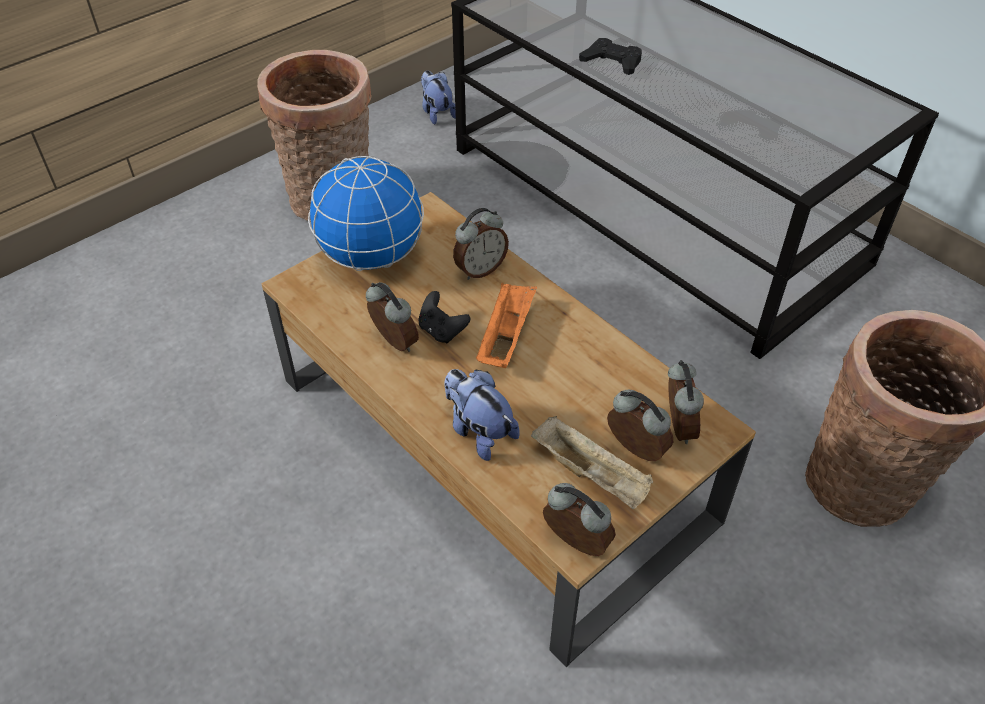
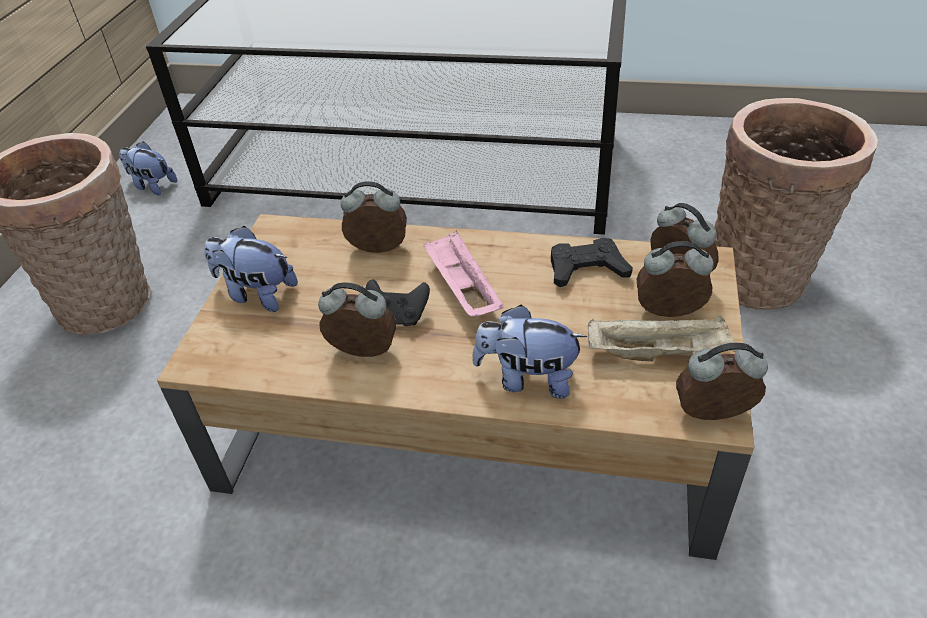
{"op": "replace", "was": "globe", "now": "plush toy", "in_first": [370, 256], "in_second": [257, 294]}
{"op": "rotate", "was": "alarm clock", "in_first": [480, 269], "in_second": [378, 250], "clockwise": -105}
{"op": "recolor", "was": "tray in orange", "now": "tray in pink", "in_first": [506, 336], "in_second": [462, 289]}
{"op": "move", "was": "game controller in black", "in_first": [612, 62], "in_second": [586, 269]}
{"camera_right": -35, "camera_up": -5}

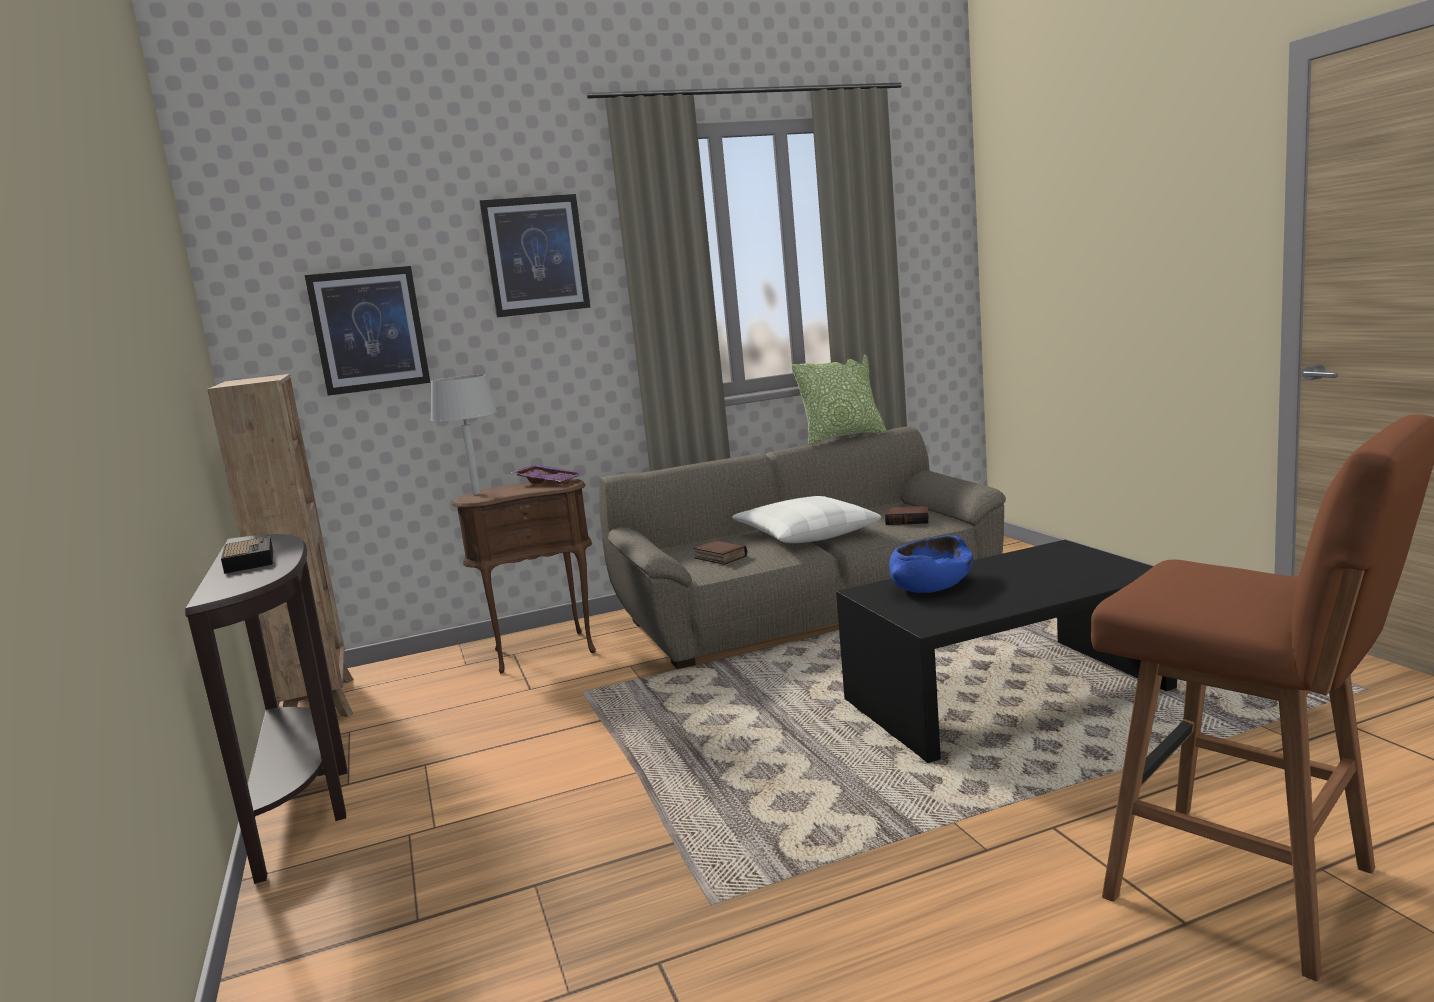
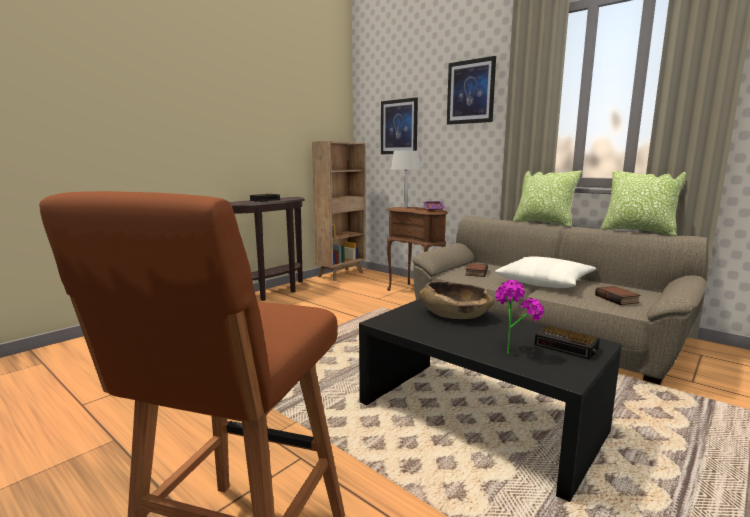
{"op": "recolor", "was": "bowl in blue", "now": "bowl in brown", "in_first": [931, 585], "in_second": [455, 315]}
{"op": "insert", "now": "potted plant", "in_second": [512, 350]}
{"op": "insert", "now": "pillow", "in_second": [543, 223]}
{"op": "insert", "now": "alarm clock", "in_second": [567, 347]}
{"camera_right": 60, "camera_up": 0}

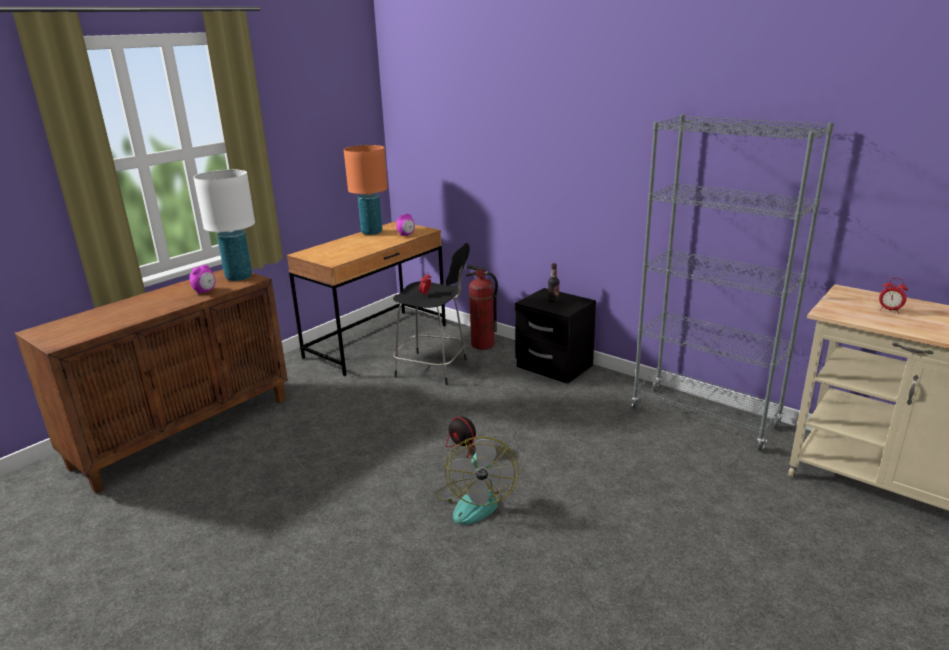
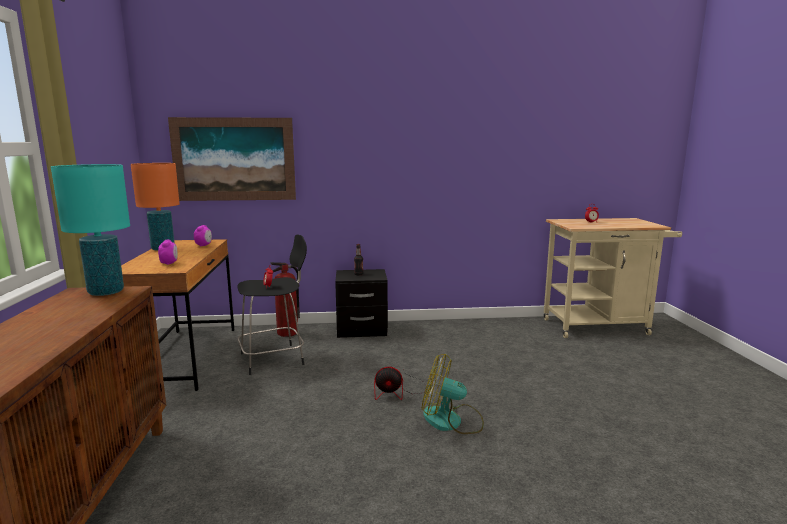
{"op": "recolor", "was": "table lamp in white", "now": "table lamp in turquoise", "in_first": [239, 277], "in_second": [106, 292]}
{"op": "move", "was": "alarm clock", "in_first": [205, 292], "in_second": [169, 263]}
{"op": "insert", "now": "picture", "in_second": [234, 159]}
{"op": "rotate", "was": "fan", "in_first": [475, 501], "in_second": [451, 421], "clockwise": 150}
{"op": "delete", "was": "bookcase in grey", "in_first": [704, 417]}
{"camera_right": -45, "camera_up": -10}

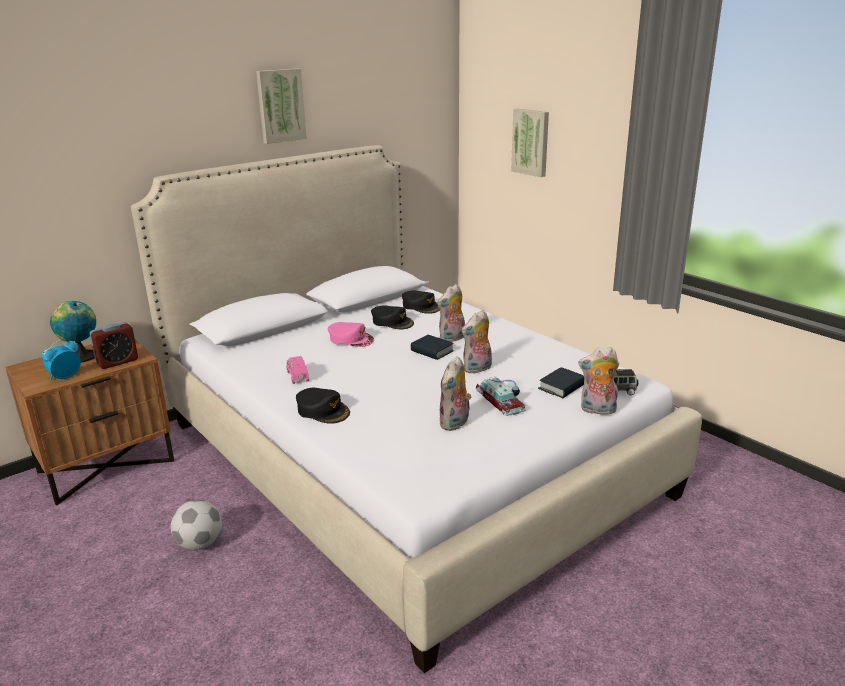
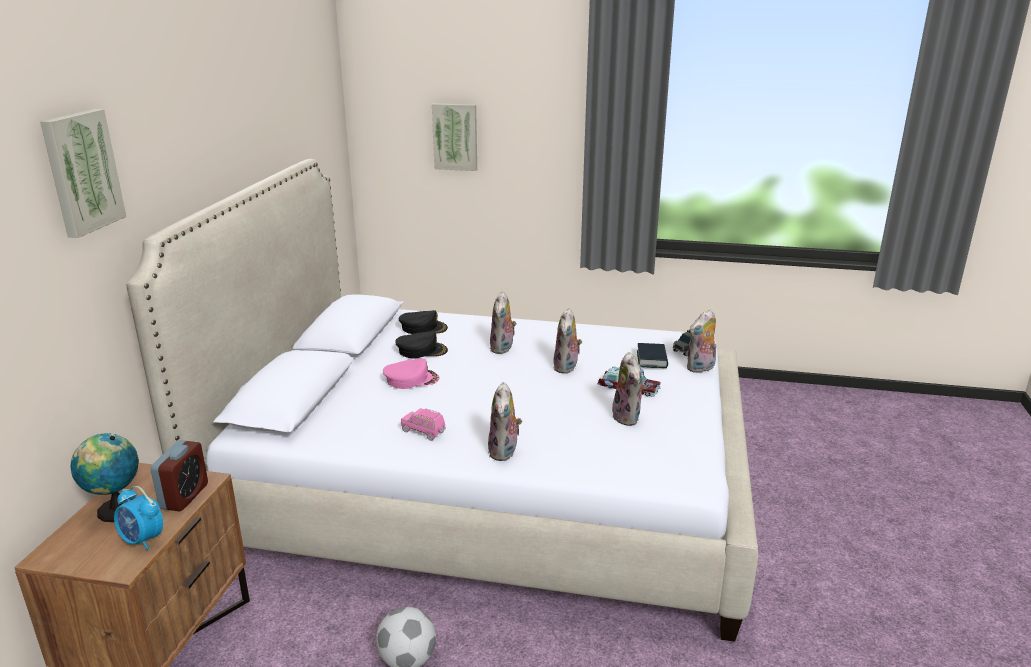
{"op": "move", "was": "picture", "in_first": [280, 105], "in_second": [81, 172]}
{"op": "rotate", "was": "alarm clock", "in_first": [65, 377], "in_second": [143, 540], "clockwise": -60}
{"op": "replace", "was": "cap in black", "now": "plush toy", "in_first": [323, 410], "in_second": [505, 452]}
{"op": "delete", "was": "book", "in_first": [432, 351]}
{"camera_right": -40, "camera_up": 0}

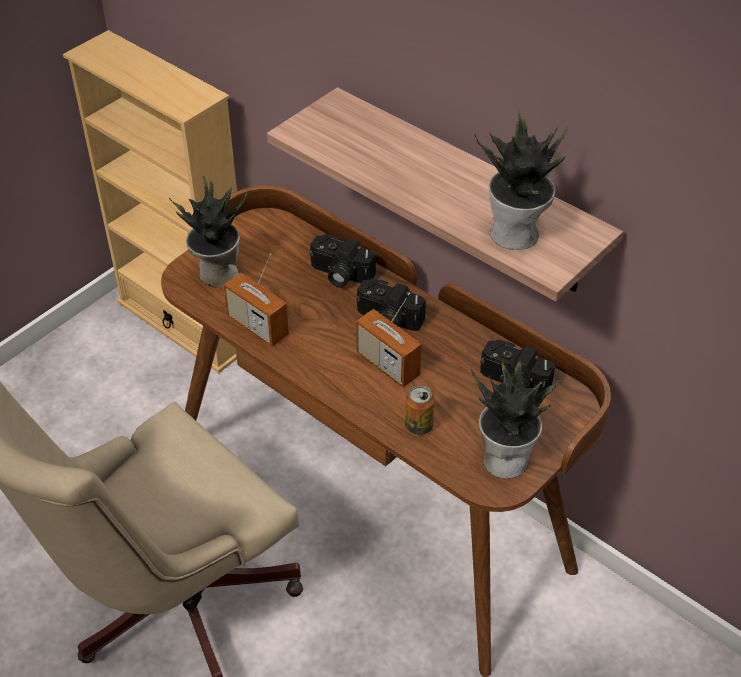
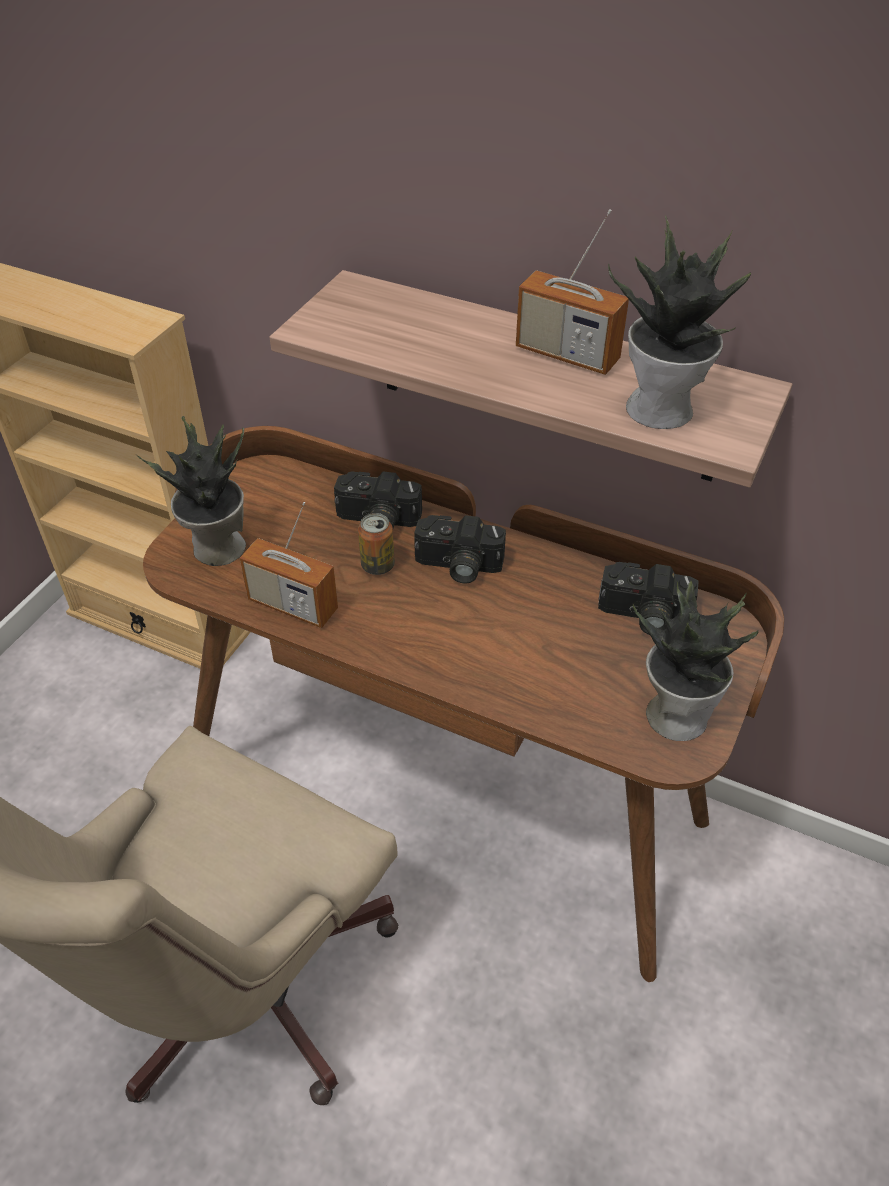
{"op": "move", "was": "can", "in_first": [419, 426], "in_second": [377, 565]}
{"op": "move", "was": "radio", "in_first": [387, 364], "in_second": [567, 354]}
{"camera_right": -15, "camera_up": 0}

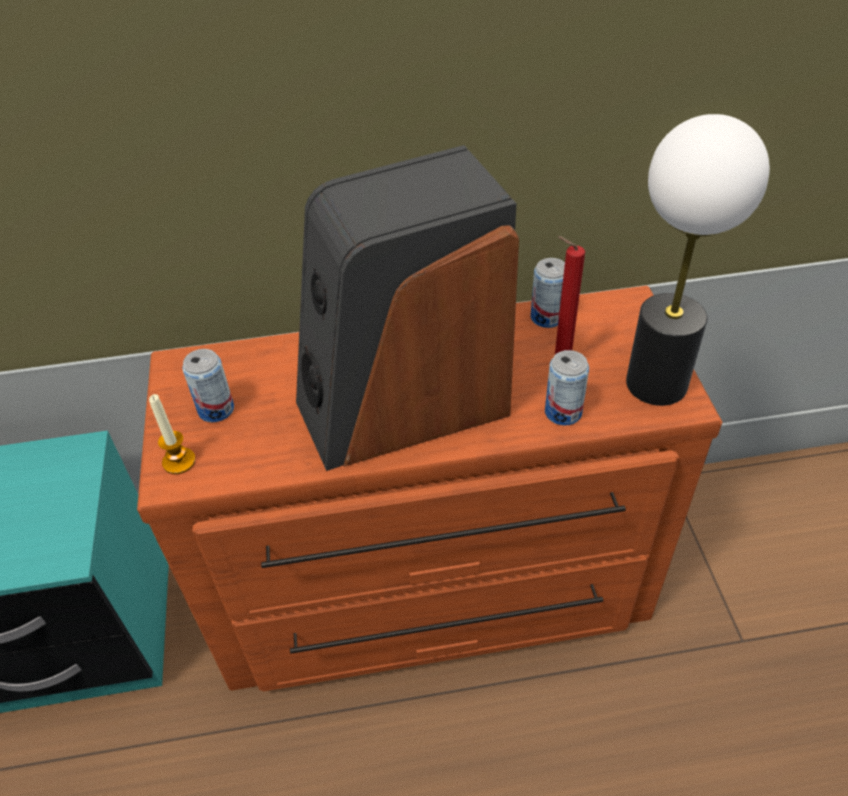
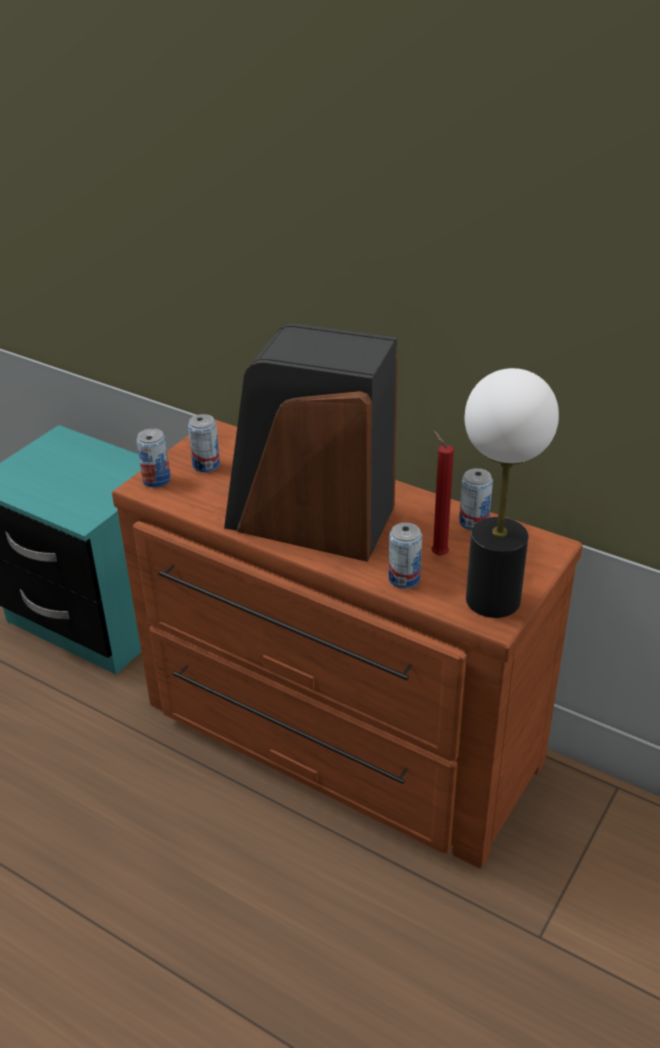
{"op": "replace", "was": "candle", "now": "can", "in_first": [179, 461], "in_second": [156, 480]}
{"camera_right": 40, "camera_up": -10}

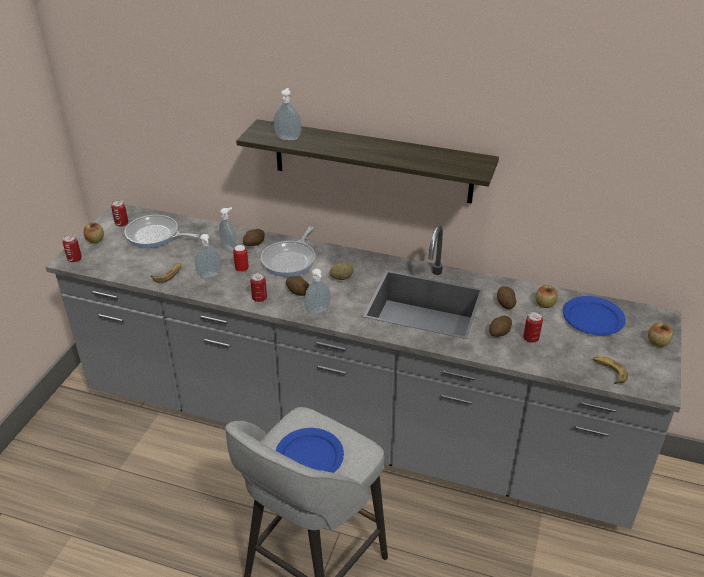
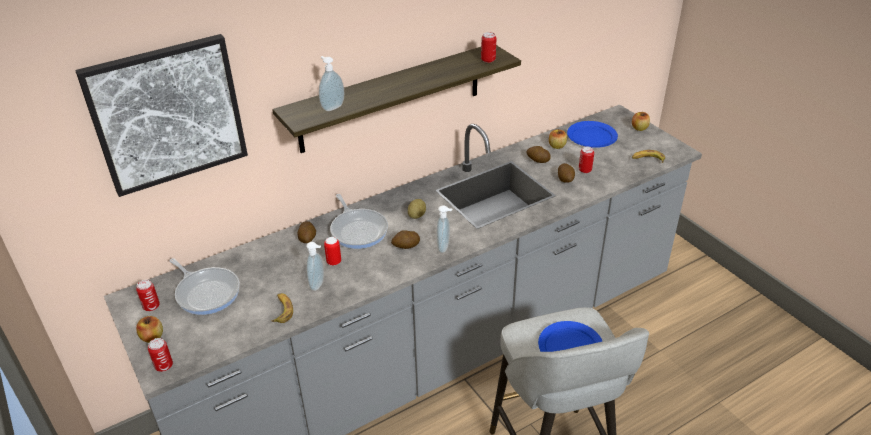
{"op": "insert", "now": "picture", "in_second": [167, 114]}
{"op": "rotate", "was": "frying pan", "in_first": [155, 235], "in_second": [206, 292], "clockwise": -105}
{"op": "move", "was": "can", "in_first": [259, 298], "in_second": [488, 60]}
{"op": "delete", "was": "soap dispenser", "in_first": [229, 248]}
{"camera_right": -50, "camera_up": 0}

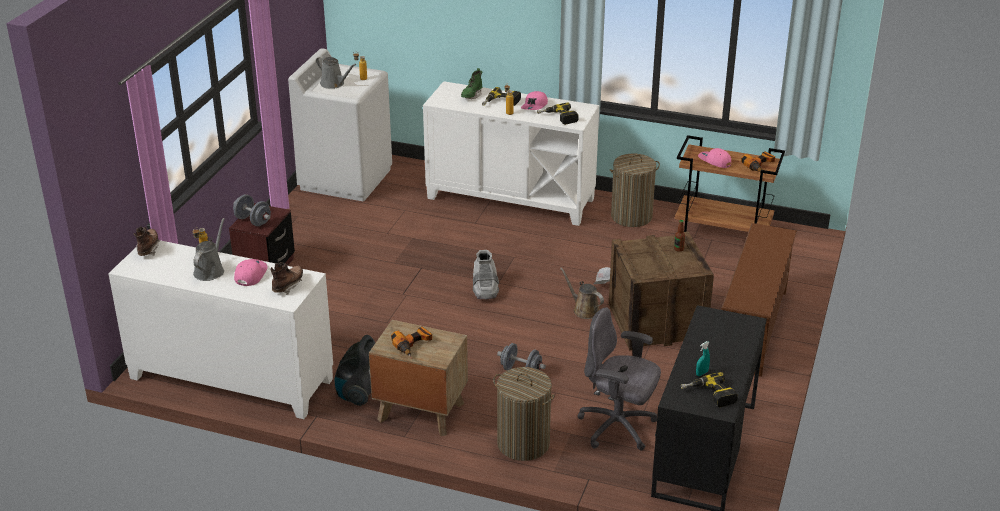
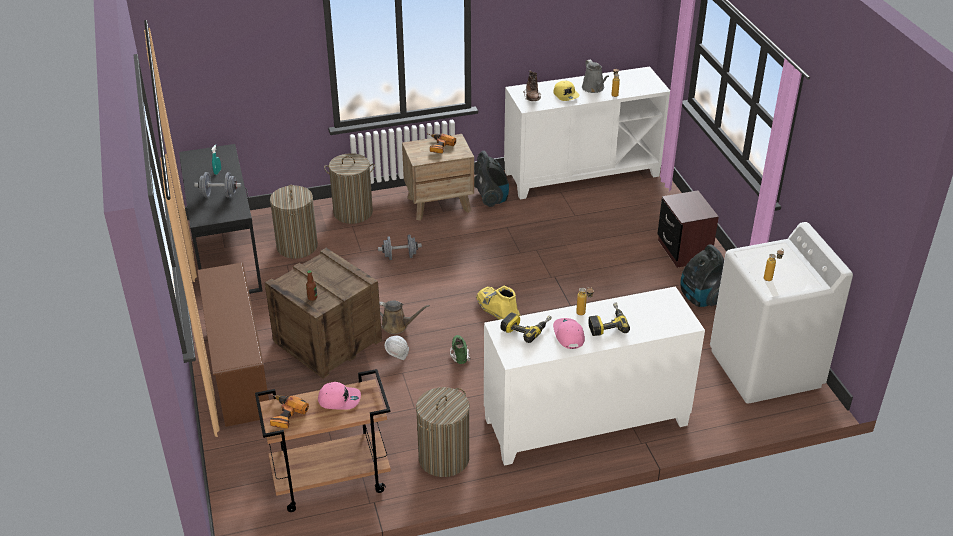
{"op": "move", "was": "dumbbell in grey", "in_first": [253, 221], "in_second": [219, 195]}
{"op": "replace", "was": "office chair in grey", "now": "laundry basket", "in_first": [618, 428], "in_second": [297, 246]}
{"op": "move", "was": "boot in green", "in_first": [471, 96], "in_second": [459, 354]}
{"op": "recolor", "was": "boot in grey", "now": "boot in yellow", "in_first": [485, 288], "in_second": [497, 310]}
{"op": "recolor", "was": "cap in pink", "now": "cap in yellow", "in_first": [250, 274], "in_second": [566, 95]}
{"op": "insert", "now": "vacuum cleaner", "in_second": [699, 298]}
{"op": "delete", "was": "boot in brown", "in_first": [148, 249]}
{"op": "delete", "was": "watering can in grey", "in_first": [334, 84]}
{"op": "delete", "was": "power drill", "in_first": [709, 395]}
{"camera_right": 145, "camera_up": 5}

